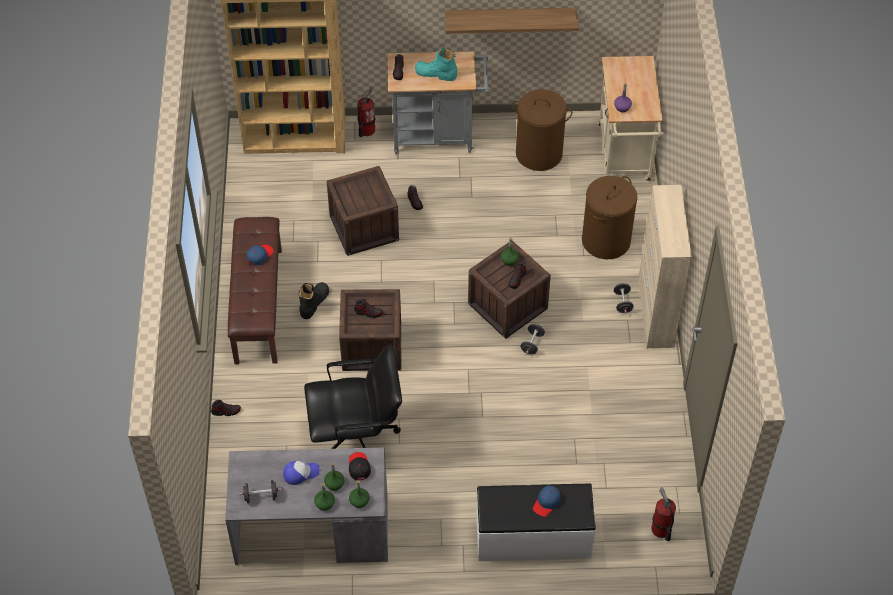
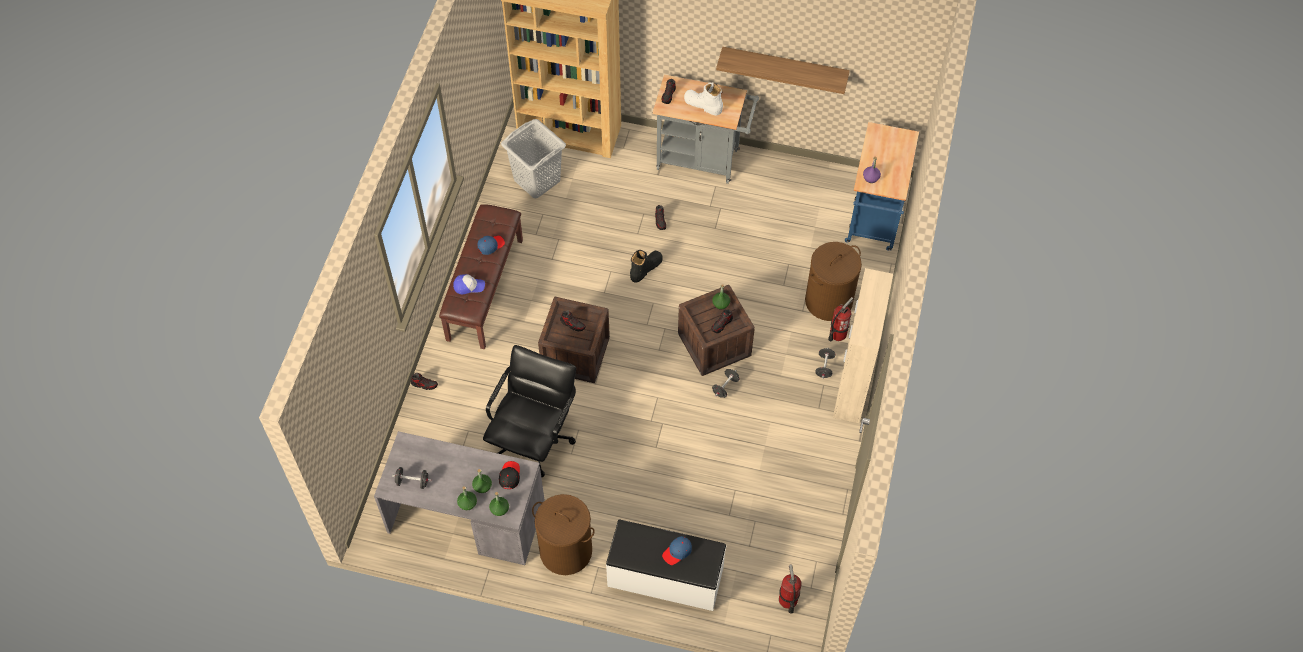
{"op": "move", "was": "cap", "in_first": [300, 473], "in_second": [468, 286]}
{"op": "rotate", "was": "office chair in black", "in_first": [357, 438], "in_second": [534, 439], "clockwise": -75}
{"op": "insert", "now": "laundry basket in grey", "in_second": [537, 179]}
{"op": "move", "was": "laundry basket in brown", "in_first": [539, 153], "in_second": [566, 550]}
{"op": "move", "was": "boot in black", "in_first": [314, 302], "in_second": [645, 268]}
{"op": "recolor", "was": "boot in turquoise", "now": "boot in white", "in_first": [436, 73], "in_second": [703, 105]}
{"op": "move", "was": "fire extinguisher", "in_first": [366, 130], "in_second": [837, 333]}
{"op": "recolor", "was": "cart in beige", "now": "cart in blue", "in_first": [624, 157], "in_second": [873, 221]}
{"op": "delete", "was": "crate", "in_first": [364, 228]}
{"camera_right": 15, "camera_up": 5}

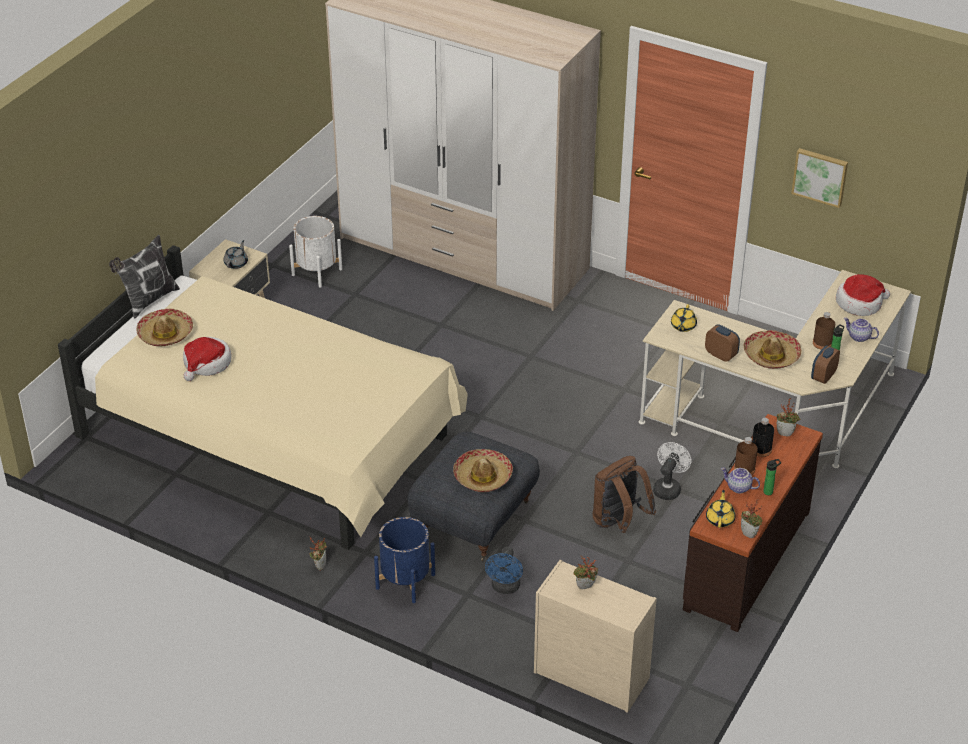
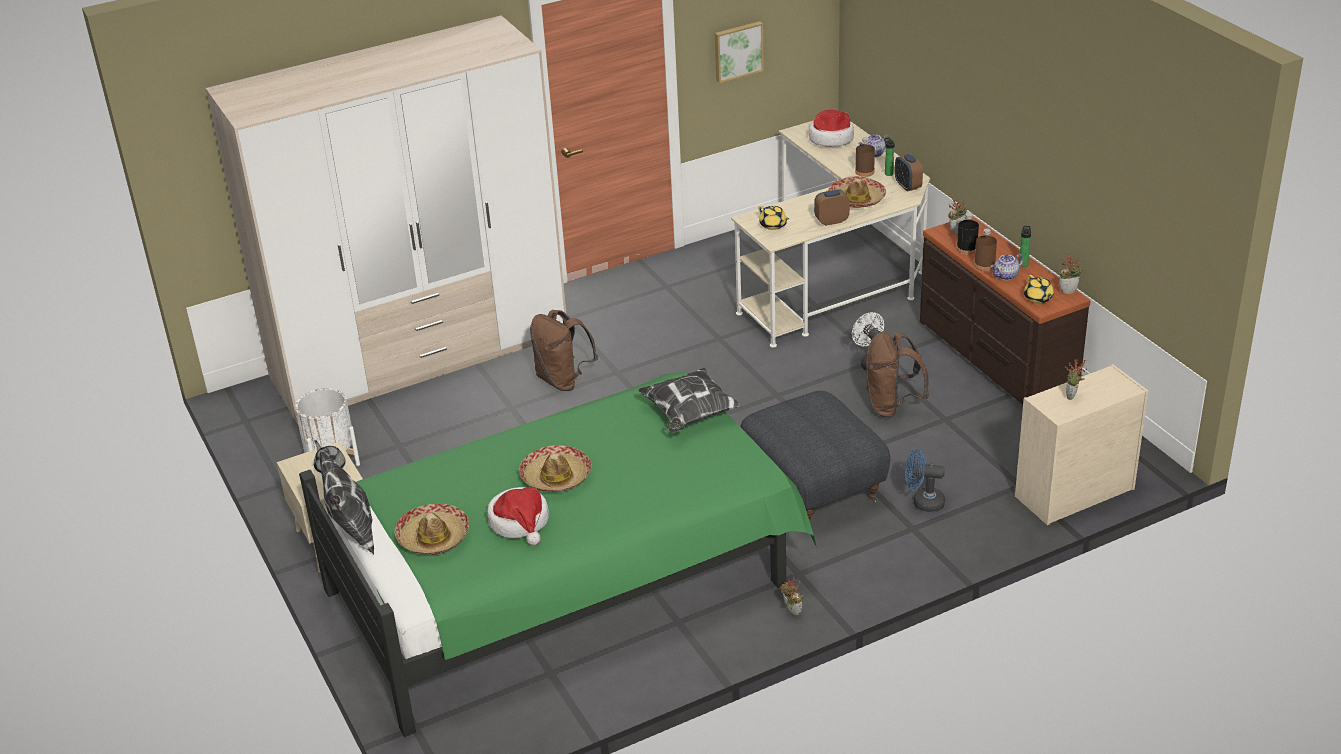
{"op": "recolor", "was": "bed in beige", "now": "bed in green", "in_first": [273, 440], "in_second": [569, 581]}
{"op": "move", "was": "hat", "in_first": [483, 476], "in_second": [555, 477]}
{"op": "insert", "now": "backpack in brown", "in_second": [563, 380]}
{"op": "insert", "now": "pillow", "in_second": [689, 415]}
{"op": "rotate", "was": "fan in blue", "in_first": [505, 588], "in_second": [923, 502], "clockwise": 150}
{"op": "rotate", "was": "teapot in yellow", "in_first": [720, 519], "in_second": [1038, 298], "clockwise": -150}
{"op": "delete", "was": "planter in blue", "in_first": [405, 581]}
{"camera_right": -55, "camera_up": -5}

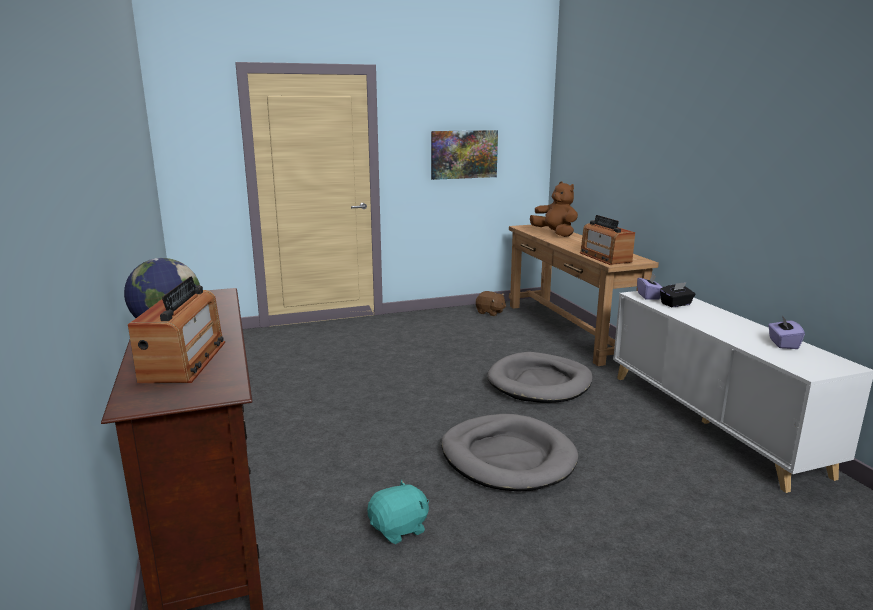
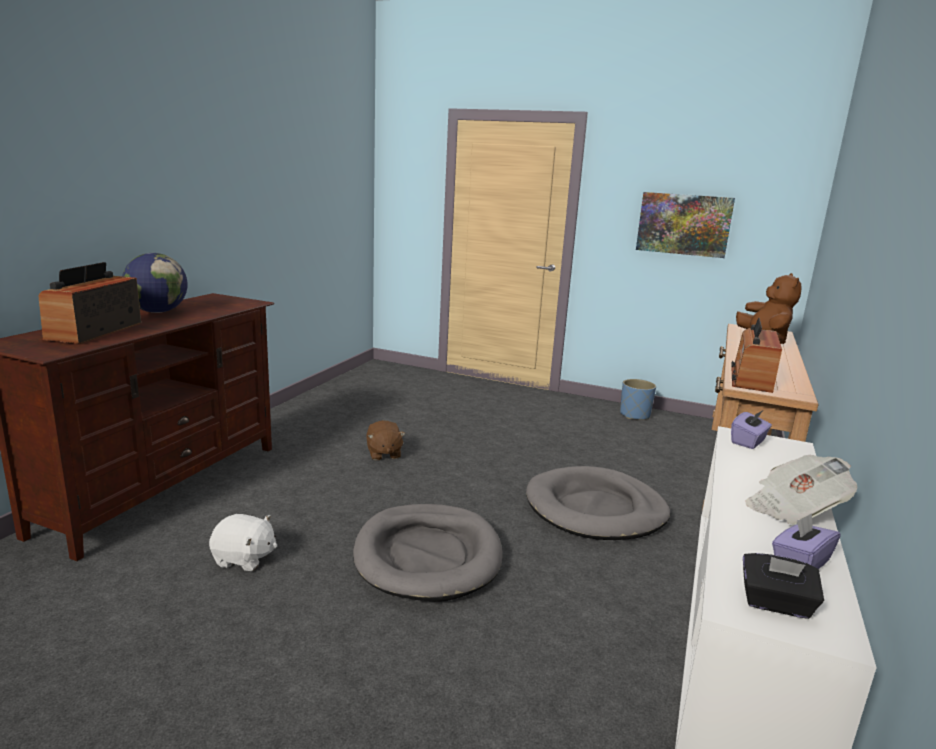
{"op": "rotate", "was": "radio", "in_first": [184, 361], "in_second": [94, 331], "clockwise": 150}
{"op": "recolor", "was": "plush toy in turquoise", "now": "plush toy in white", "in_first": [399, 529], "in_second": [244, 559]}
{"op": "move", "was": "plush toy in brown", "in_first": [490, 312], "in_second": [383, 454]}
{"op": "insert", "now": "planter in blue", "in_second": [635, 415]}
{"op": "move", "was": "tissue box in black", "in_first": [676, 304], "in_second": [776, 604]}
{"op": "insert", "now": "newspaper", "in_second": [793, 509]}
{"camera_right": 40, "camera_up": 0}

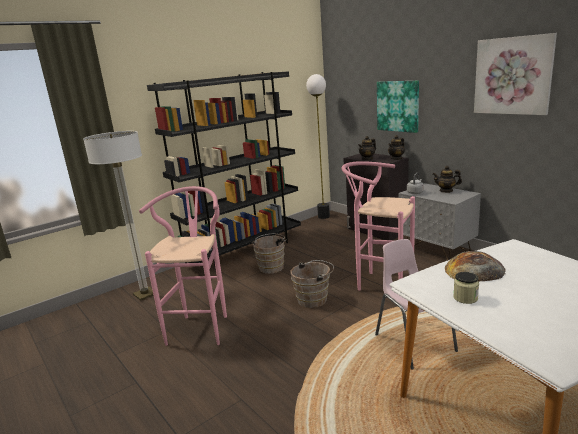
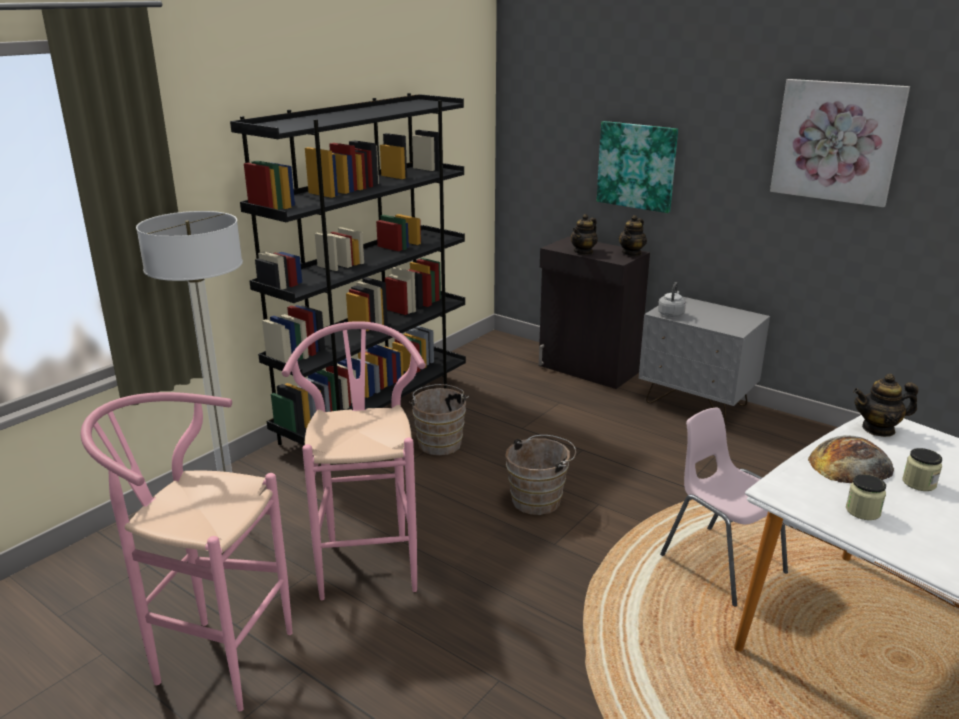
{"op": "move", "was": "stool in pink", "in_first": [379, 283], "in_second": [212, 658]}
{"op": "move", "was": "teapot", "in_first": [446, 190], "in_second": [878, 429]}
{"op": "insert", "now": "jar", "in_second": [919, 483]}
{"op": "delete", "was": "floor lamp", "in_first": [324, 216]}
{"camera_right": -15, "camera_up": 5}

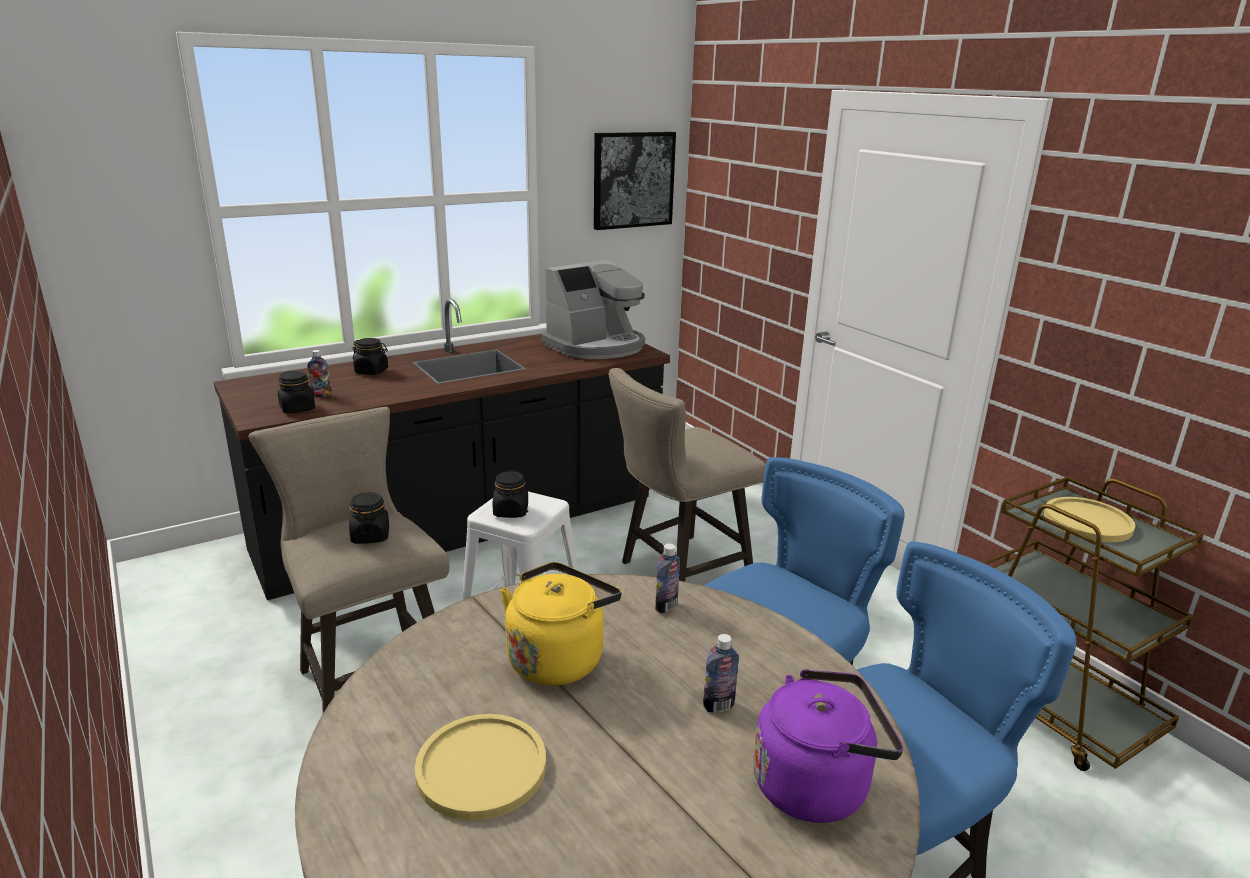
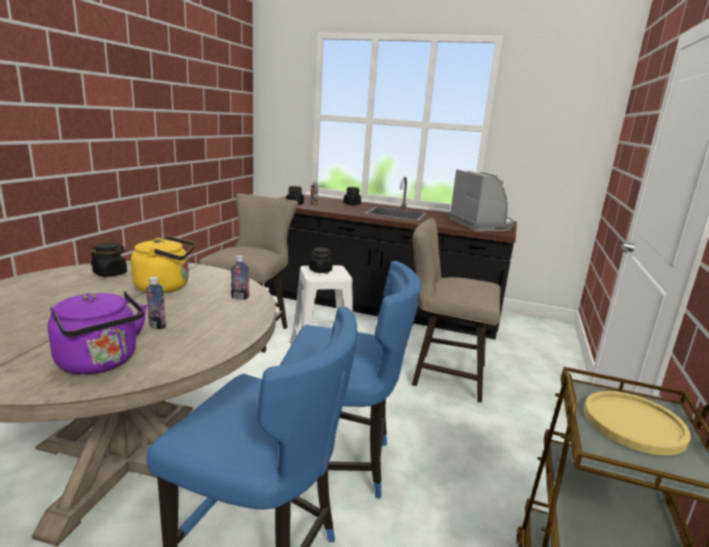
{"op": "move", "was": "jar in black", "in_first": [370, 536], "in_second": [110, 273]}
{"op": "rotate", "was": "coffee machine", "in_first": [596, 346], "in_second": [481, 224], "clockwise": -120}
{"op": "delete", "was": "plate in yellow", "in_first": [481, 768]}
{"op": "delete", "was": "picture", "in_first": [633, 180]}
{"camera_right": 50, "camera_up": -5}

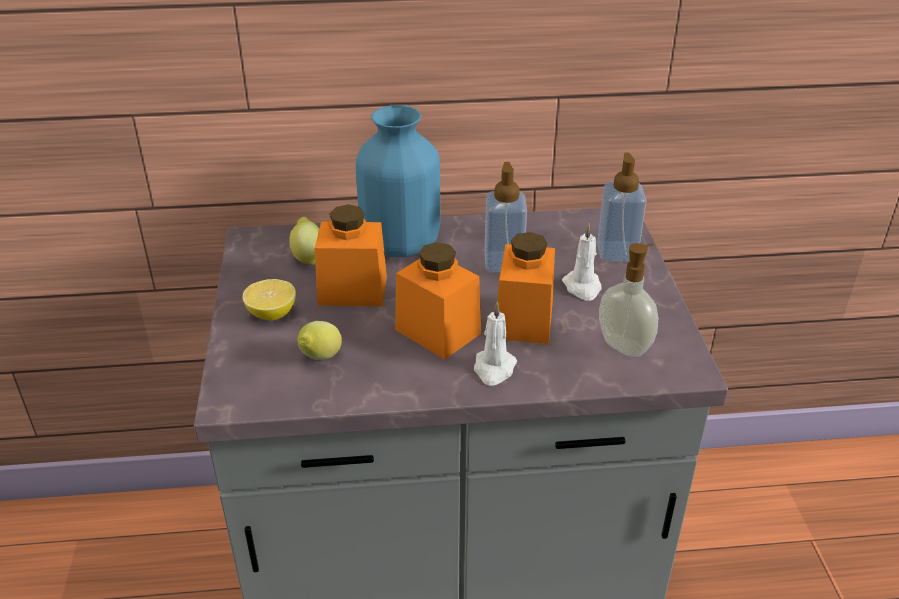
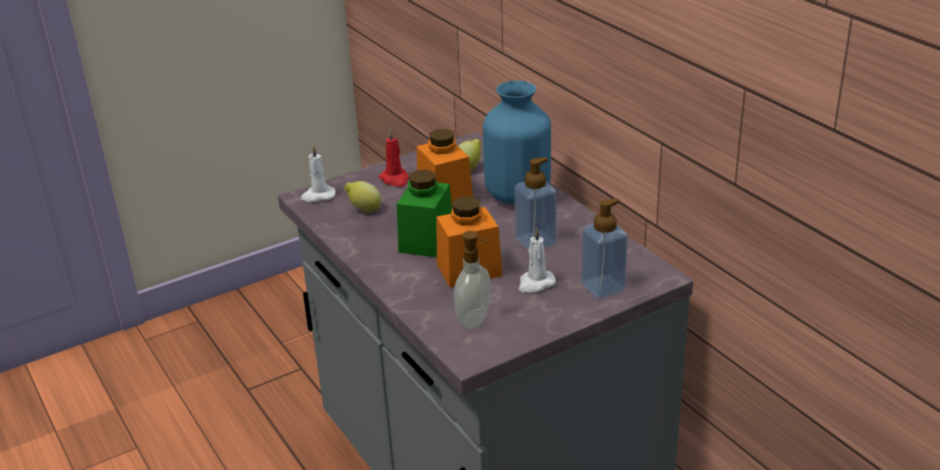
{"op": "move", "was": "candle in white", "in_first": [494, 369], "in_second": [318, 196]}
{"op": "replace", "was": "lemon", "now": "candle in red", "in_first": [271, 314], "in_second": [395, 179]}
{"op": "recolor", "was": "jar in orange", "now": "jar in green", "in_first": [438, 331], "in_second": [426, 241]}
{"camera_right": 65, "camera_up": -5}

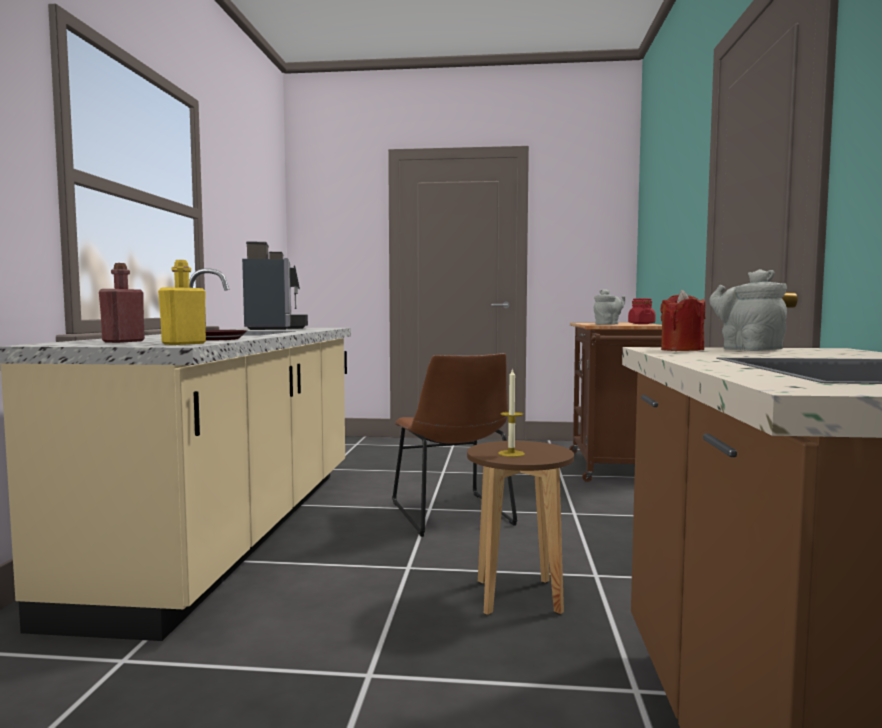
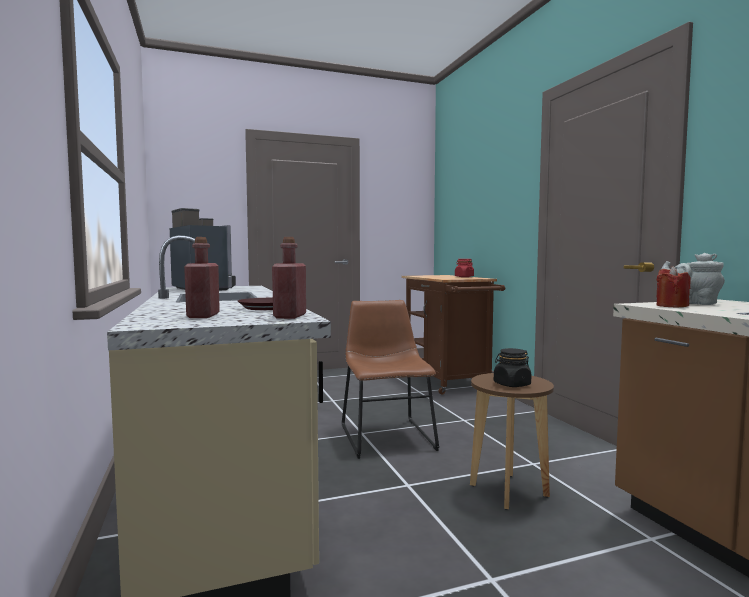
{"op": "recolor", "was": "bottle in yellow", "now": "bottle in red", "in_first": [184, 344], "in_second": [290, 316]}
{"op": "rotate", "was": "chair in brown", "in_first": [453, 515], "in_second": [386, 435], "clockwise": -150}
{"op": "replace", "was": "candle", "now": "jar in black", "in_first": [511, 453], "in_second": [511, 384]}
{"op": "delete", "was": "teapot in grey", "in_first": [608, 324]}
{"camera_right": -25, "camera_up": 0}

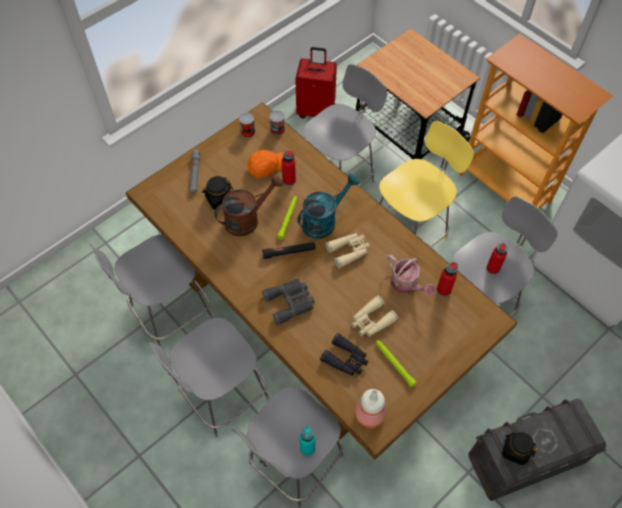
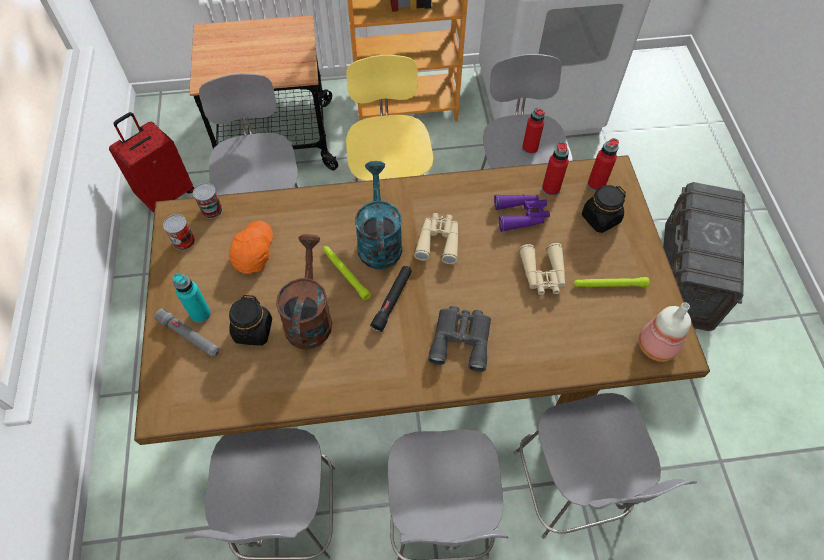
{"op": "move", "was": "bottle in turquoise", "in_first": [307, 448], "in_second": [200, 314]}
{"op": "replace", "was": "watering can", "now": "binoculars in purple", "in_first": [407, 285], "in_second": [521, 215]}
{"op": "move", "was": "jar in black", "in_first": [515, 450], "in_second": [600, 218]}
{"op": "move", "was": "bottle in red", "in_first": [289, 180], "in_second": [596, 184]}
{"op": "delete", "was": "binoculars in black", "in_first": [346, 359]}
{"camera_right": -55, "camera_up": 0}

